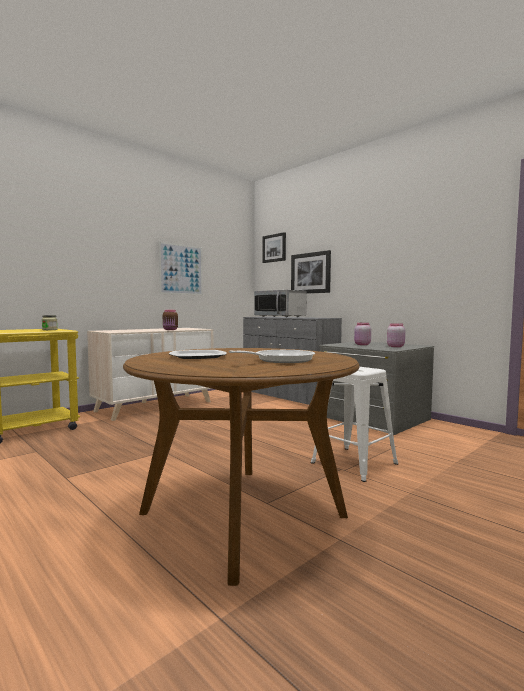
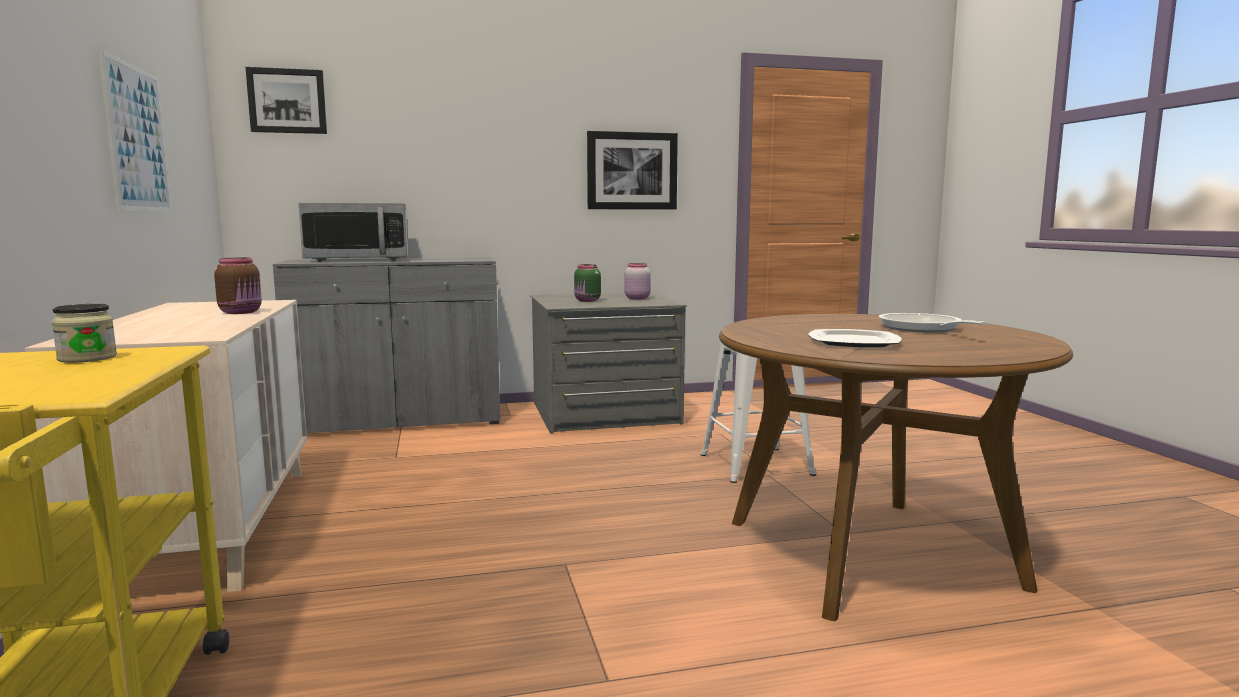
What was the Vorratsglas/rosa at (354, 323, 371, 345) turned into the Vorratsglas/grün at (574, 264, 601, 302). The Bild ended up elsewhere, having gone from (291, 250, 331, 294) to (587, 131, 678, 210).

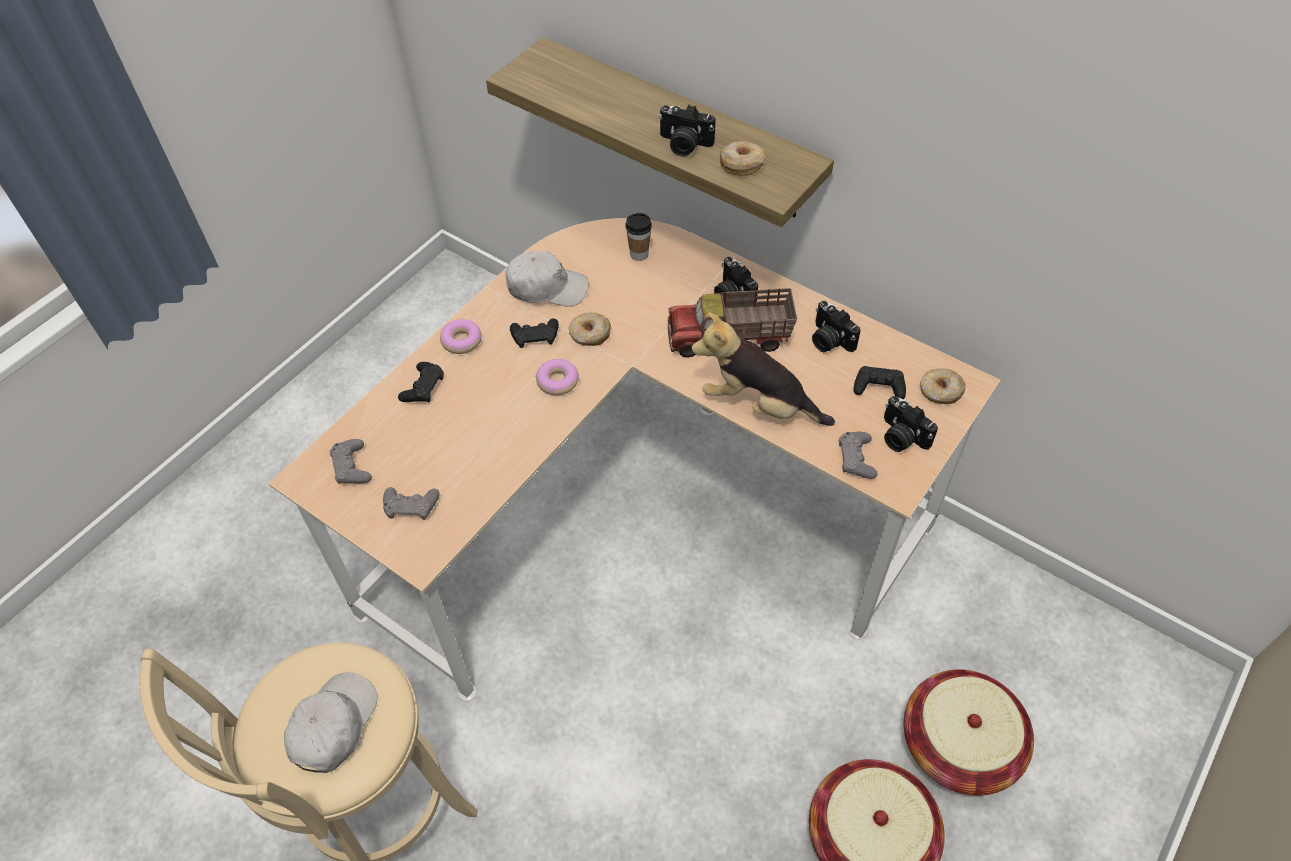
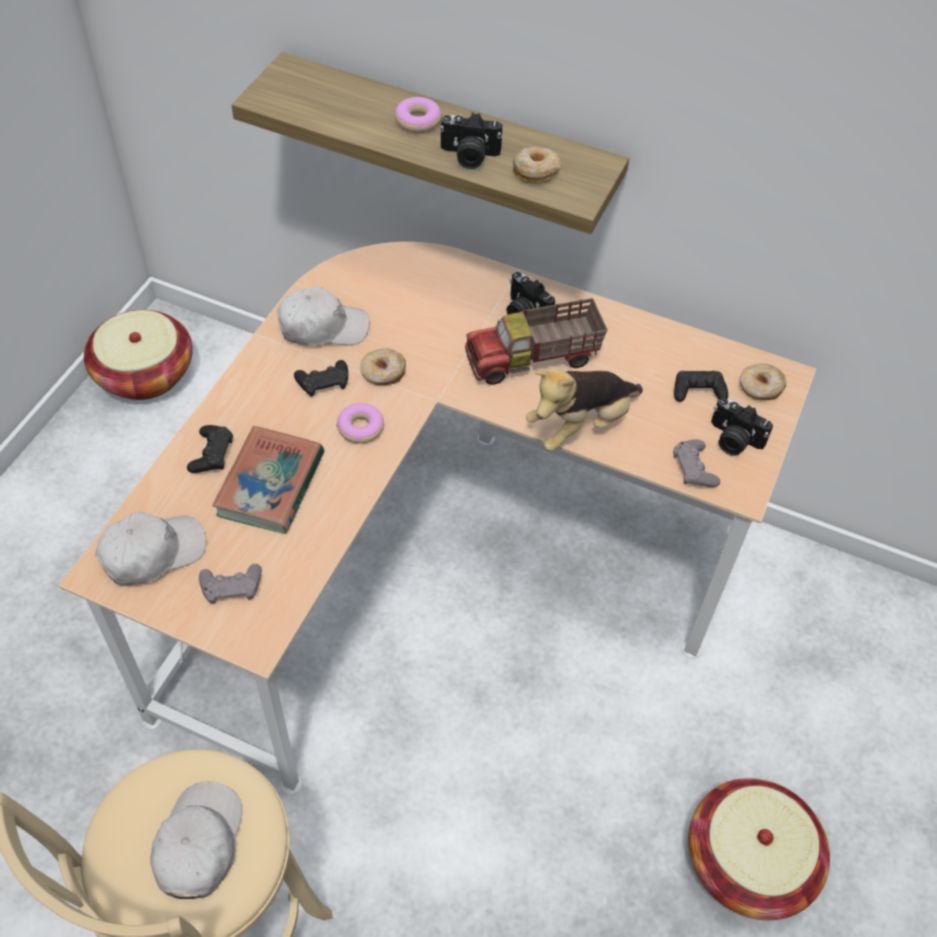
The Korb ended up elsewhere, having gone from (904, 669, 1034, 796) to (84, 310, 193, 400). Where the Gamepad/grau stood at (329, 439, 372, 484), the Kappe/weiß came to stand at (95, 512, 206, 586). The second view gained the Buch at (212, 426, 324, 534). The Donut ended up elsewhere, having gone from (440, 319, 482, 354) to (395, 97, 442, 133). The Plüschtier at (691, 312, 835, 426) ended up facing another way, 45 degrees counterclockwise from before. The second view lost the Tasse at (625, 213, 652, 261). The second view lost the Kamera at (812, 301, 860, 352).

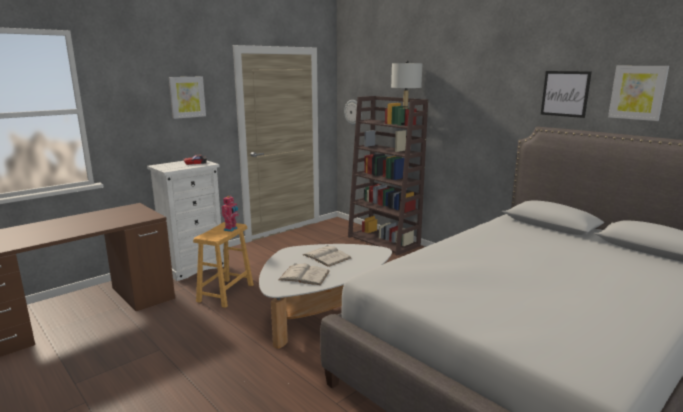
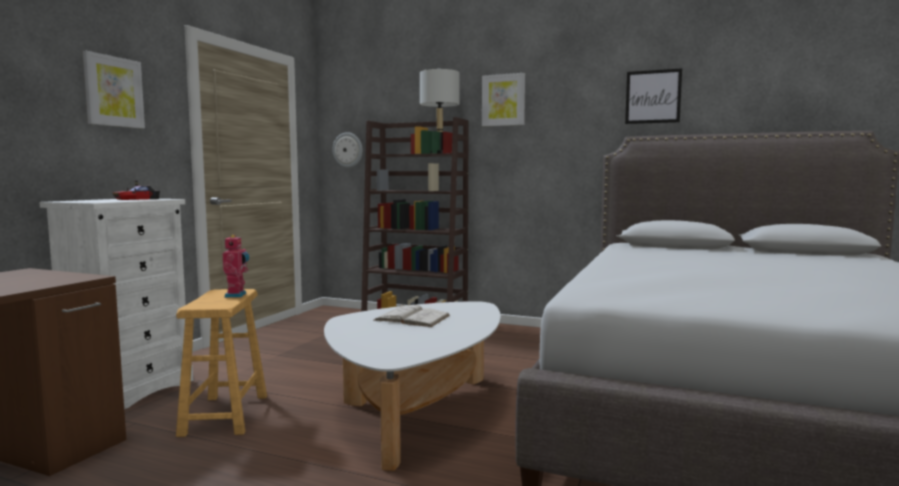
The Bild ended up elsewhere, having gone from (608, 66, 669, 121) to (482, 73, 525, 126). The second view lost the Buch/weiß at (278, 263, 330, 285).

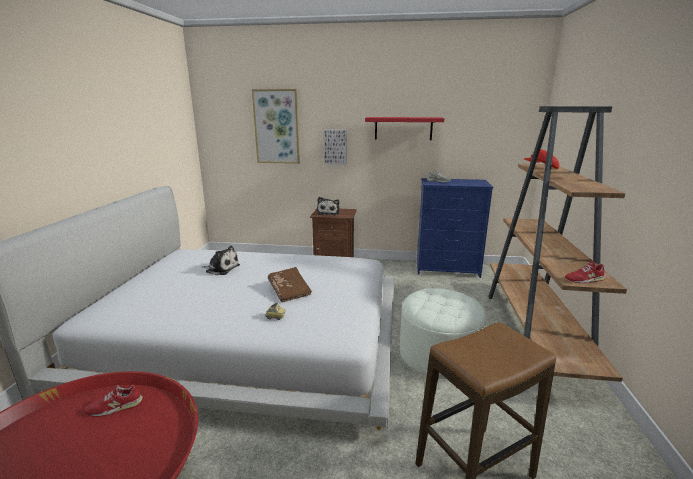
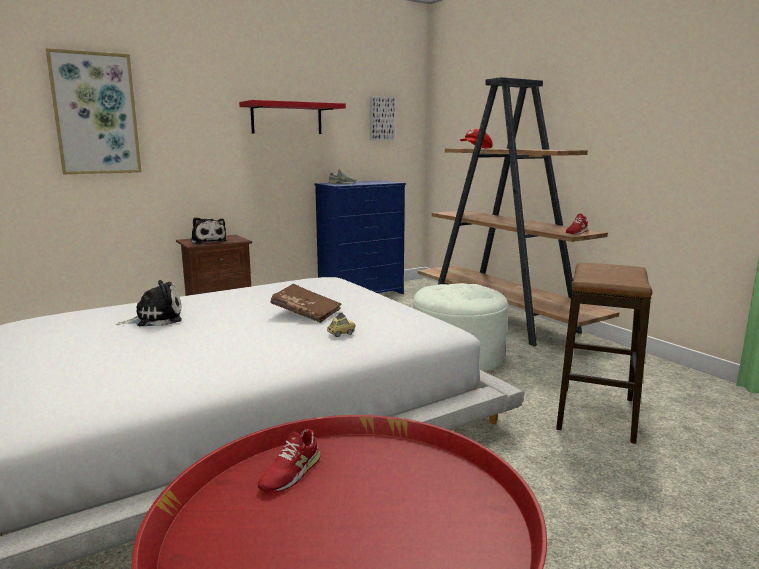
The Bild ended up elsewhere, having gone from (324, 130, 346, 164) to (370, 97, 395, 141).

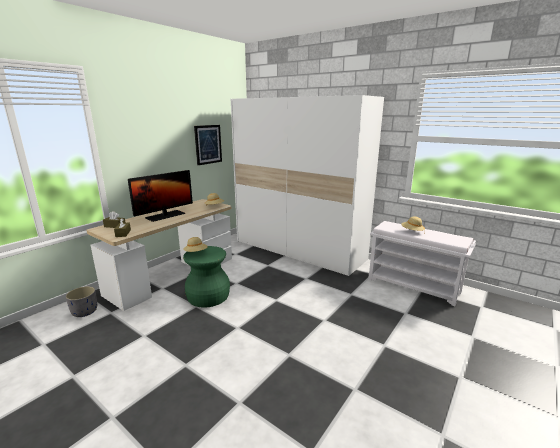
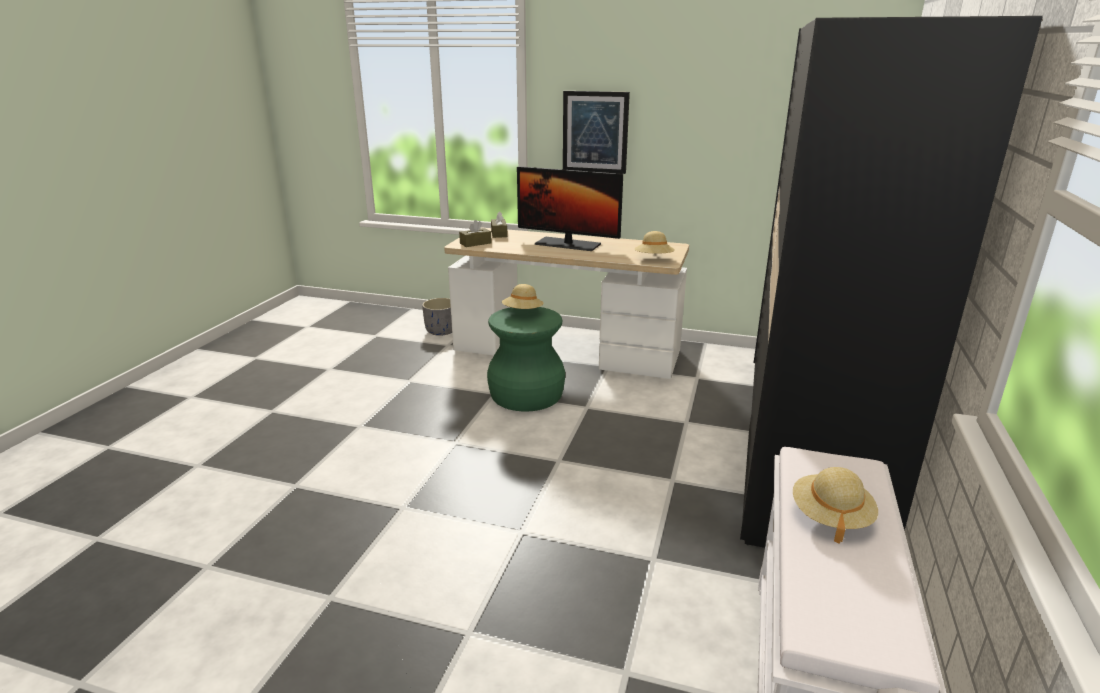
The Bild ended up elsewhere, having gone from (194, 125, 222, 165) to (563, 91, 630, 174). What was the Kleiderschrank/weiß at (231, 95, 384, 276) turned into the Kleiderschrank/schwarz at (740, 16, 1043, 548).

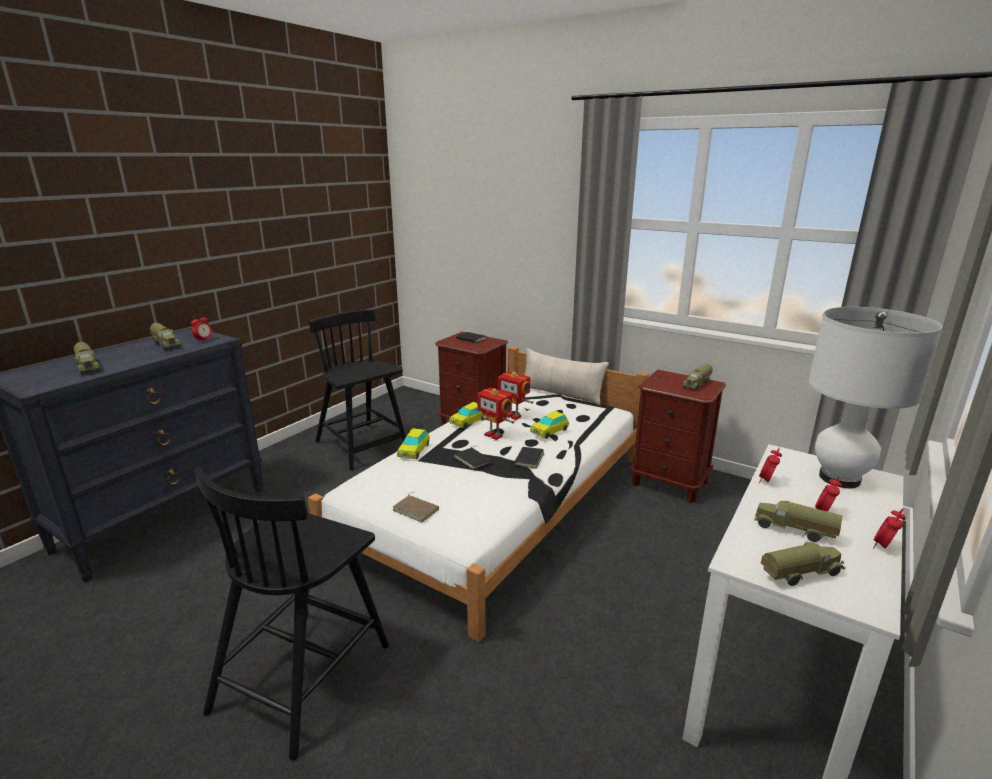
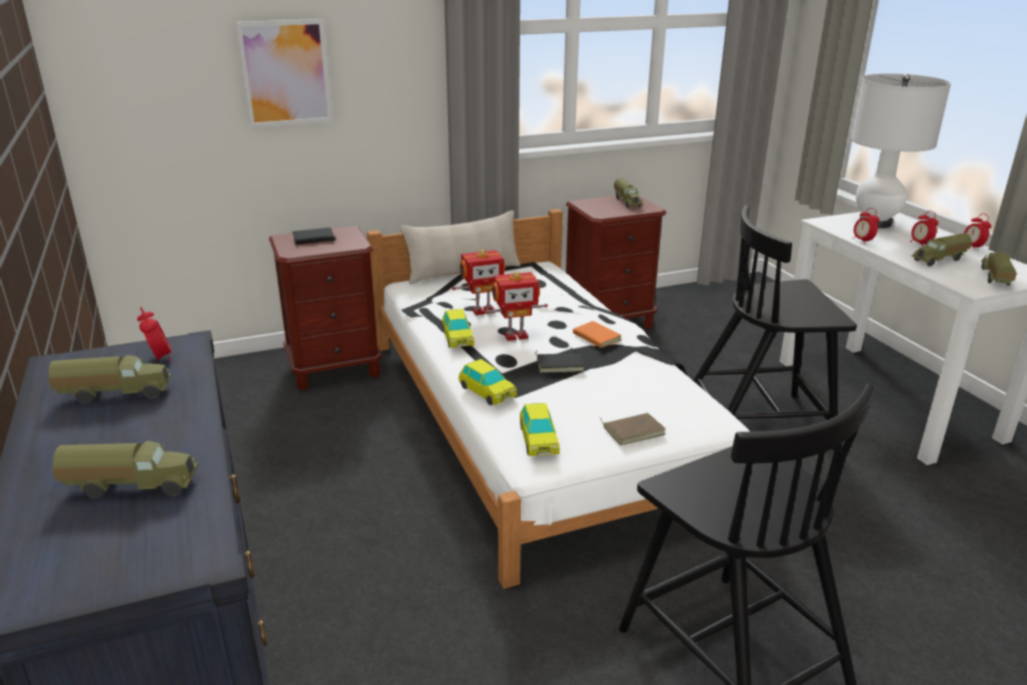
The second view gained the Bild at (236, 19, 333, 127). The Spielzeugauto ended up elsewhere, having gone from (530, 411, 569, 439) to (520, 403, 560, 456). What was the Buch/schwarz at (512, 447, 544, 469) turned into the Buch/orange at (573, 321, 621, 348). The Stuhl/schwarz ended up elsewhere, having gone from (309, 309, 406, 471) to (693, 205, 857, 450).

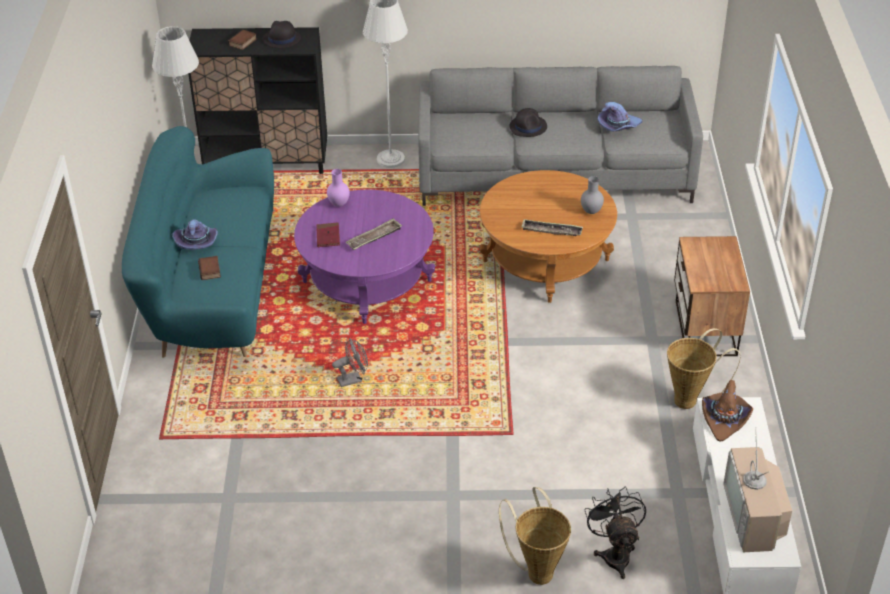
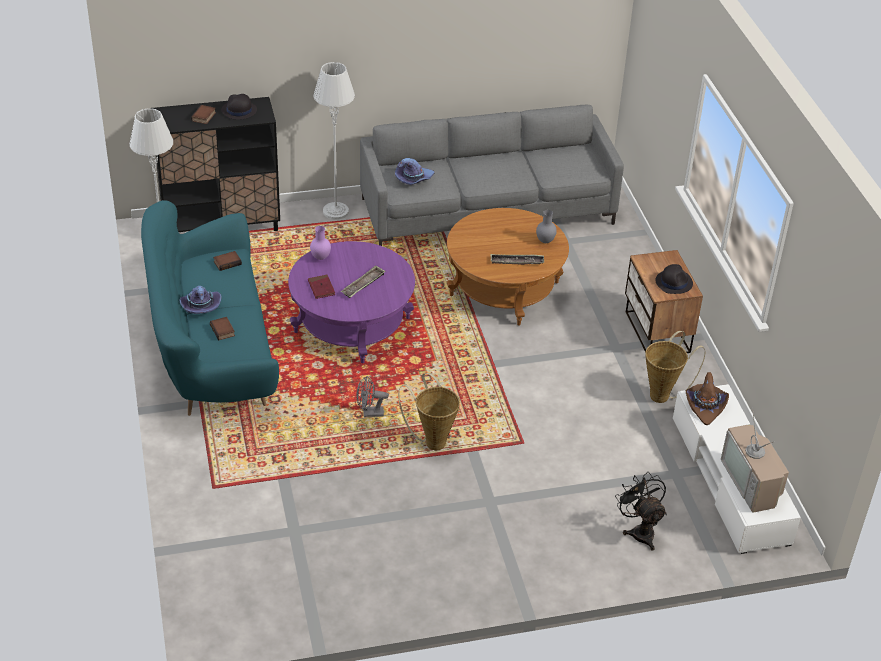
The second view gained the Buch at (213, 251, 242, 271). The Ventilator/grau at (332, 338, 368, 387) ended up facing another way, 150 degrees counterclockwise from before. The Hut/lila ended up elsewhere, having gone from (598, 102, 642, 132) to (395, 158, 435, 185). The Korb ended up elsewhere, having gone from (499, 487, 571, 585) to (398, 373, 460, 450). The Hut/schwarz ended up elsewhere, having gone from (509, 108, 547, 137) to (655, 264, 693, 294).

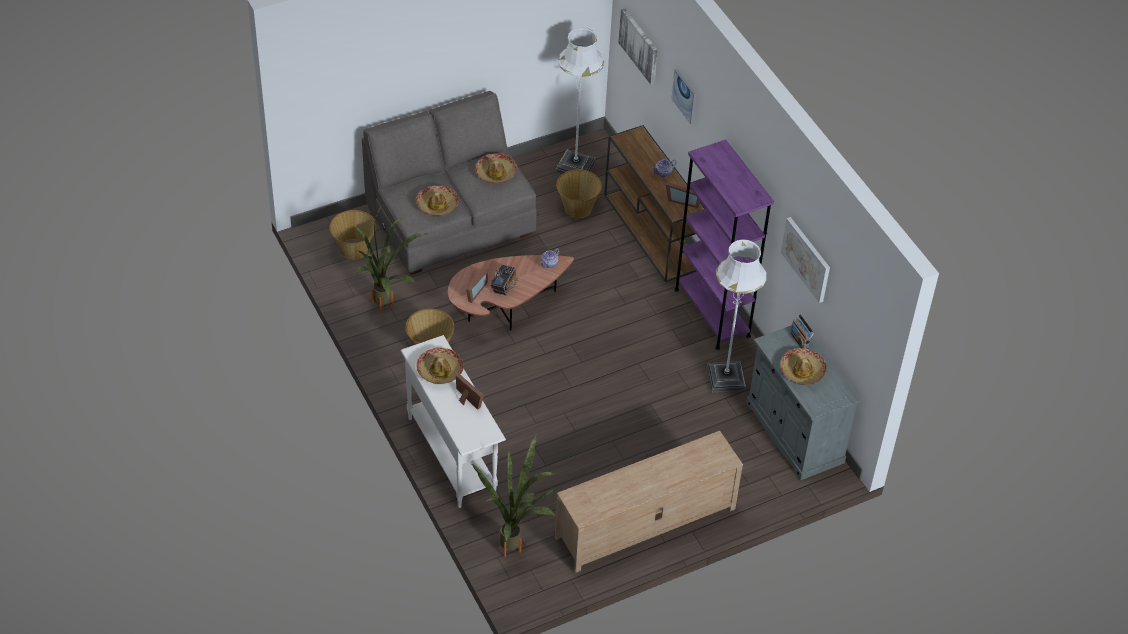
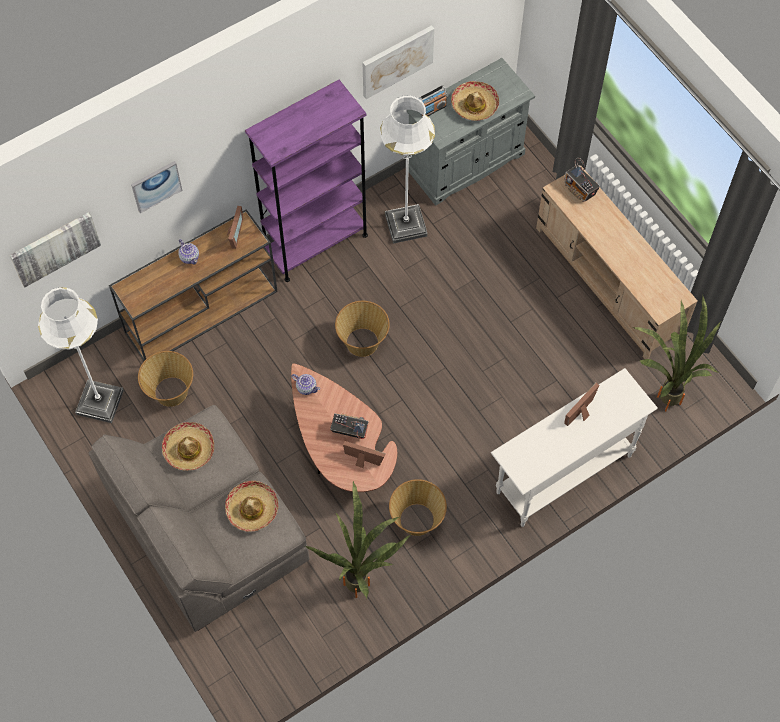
The Korb ended up elsewhere, having gone from (329, 210, 377, 259) to (335, 301, 390, 357). The second view gained the Radio at (564, 158, 600, 202). The second view lost the Hut at (416, 347, 464, 384).

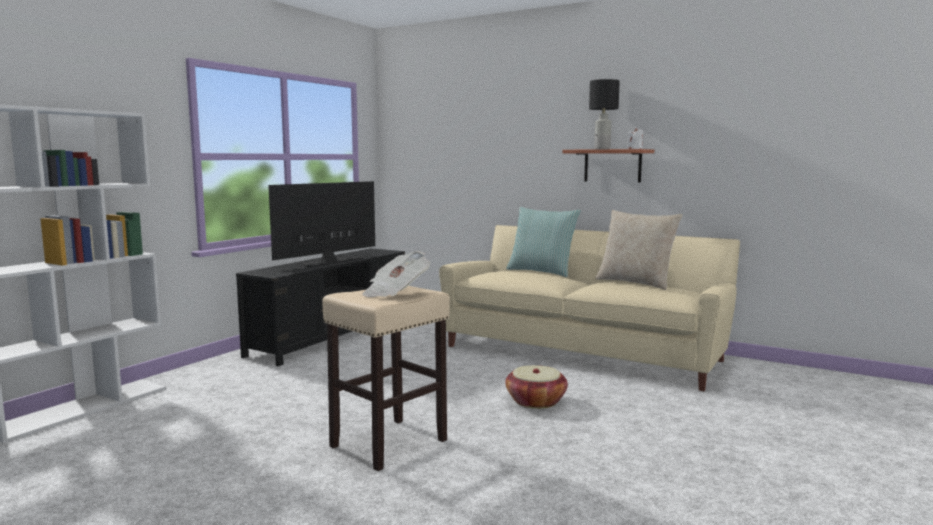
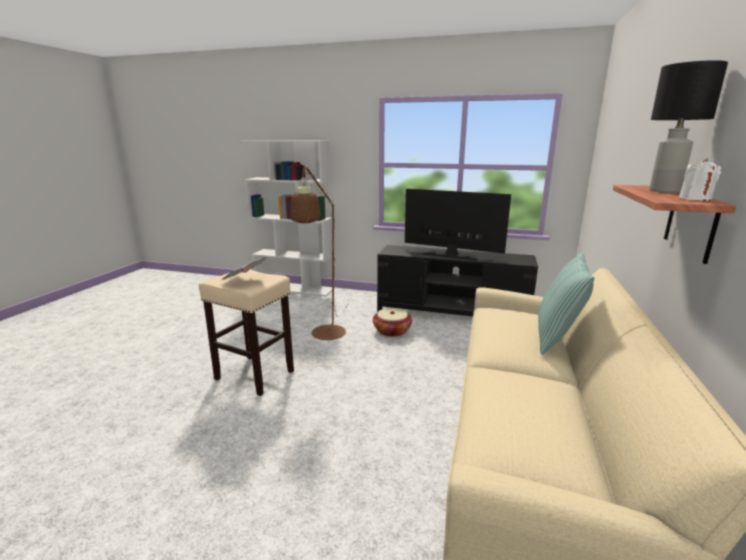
The second view gained the Stehlampe/braun at (290, 166, 351, 340). The Korb ended up elsewhere, having gone from (505, 365, 568, 409) to (373, 308, 412, 337). The second view lost the Kissen/beige at (596, 210, 683, 290).

